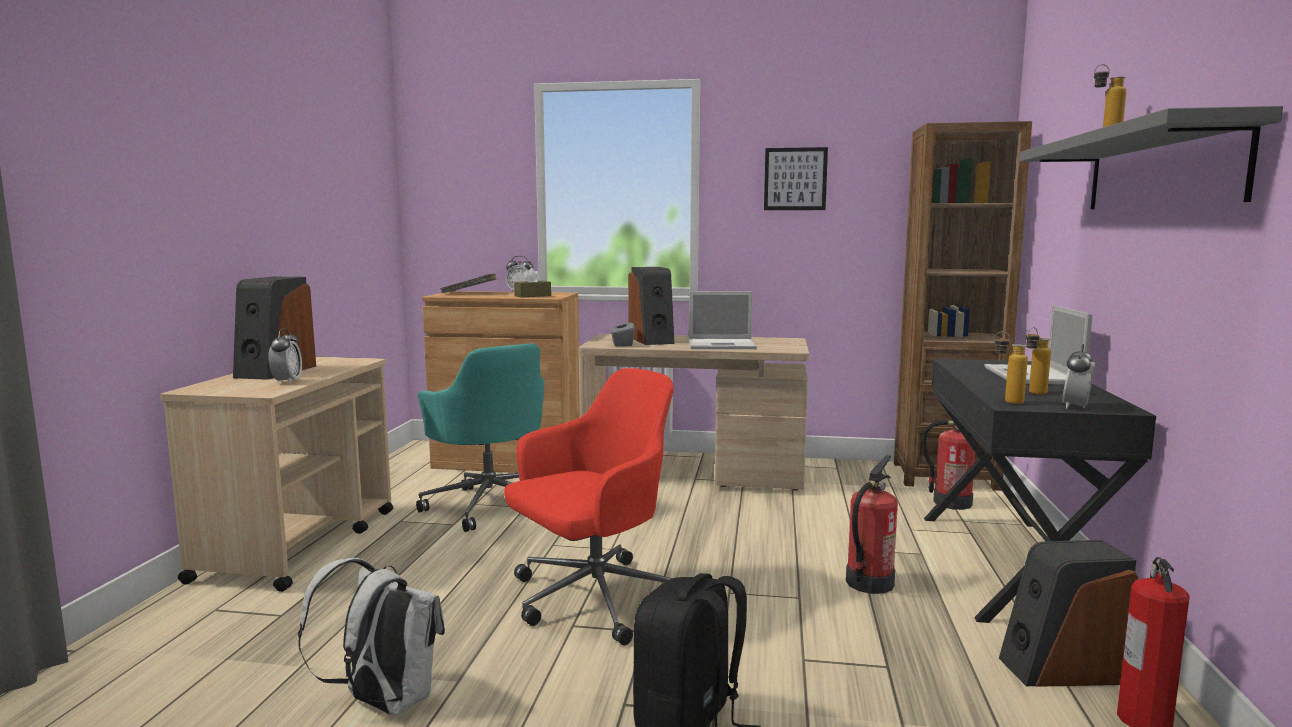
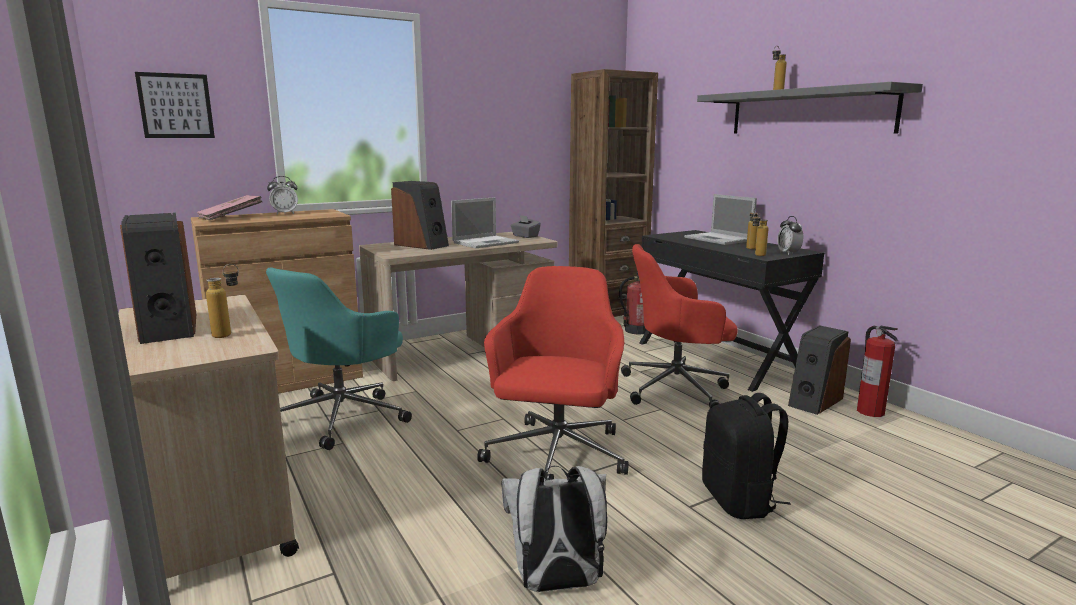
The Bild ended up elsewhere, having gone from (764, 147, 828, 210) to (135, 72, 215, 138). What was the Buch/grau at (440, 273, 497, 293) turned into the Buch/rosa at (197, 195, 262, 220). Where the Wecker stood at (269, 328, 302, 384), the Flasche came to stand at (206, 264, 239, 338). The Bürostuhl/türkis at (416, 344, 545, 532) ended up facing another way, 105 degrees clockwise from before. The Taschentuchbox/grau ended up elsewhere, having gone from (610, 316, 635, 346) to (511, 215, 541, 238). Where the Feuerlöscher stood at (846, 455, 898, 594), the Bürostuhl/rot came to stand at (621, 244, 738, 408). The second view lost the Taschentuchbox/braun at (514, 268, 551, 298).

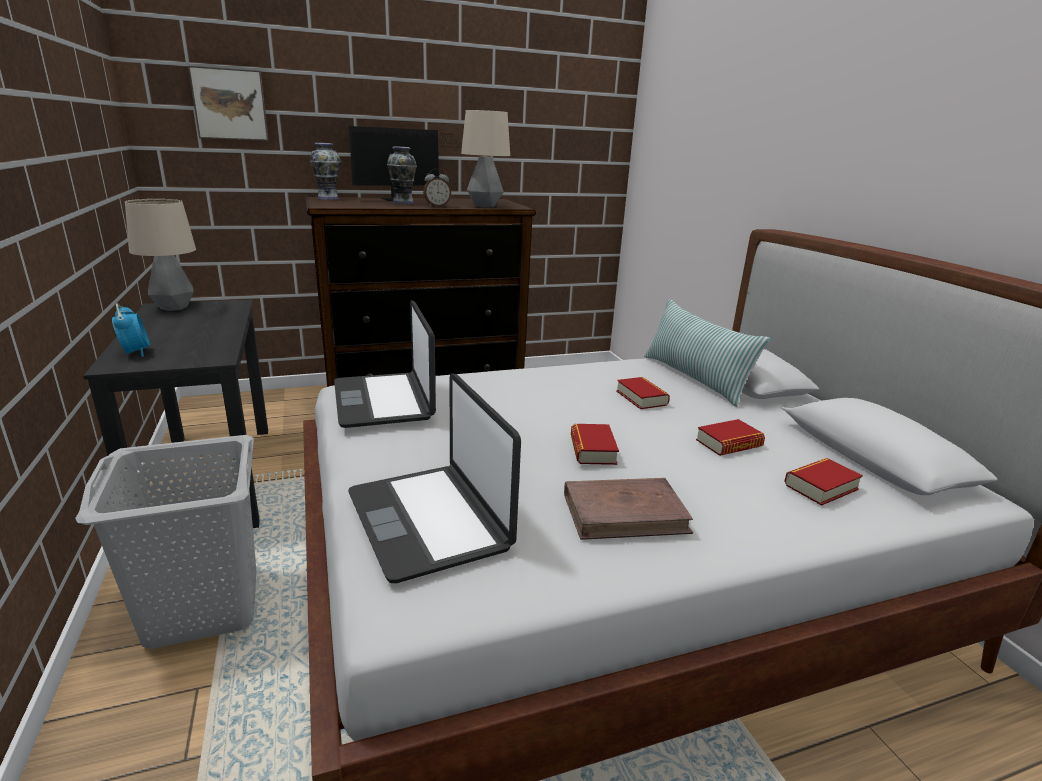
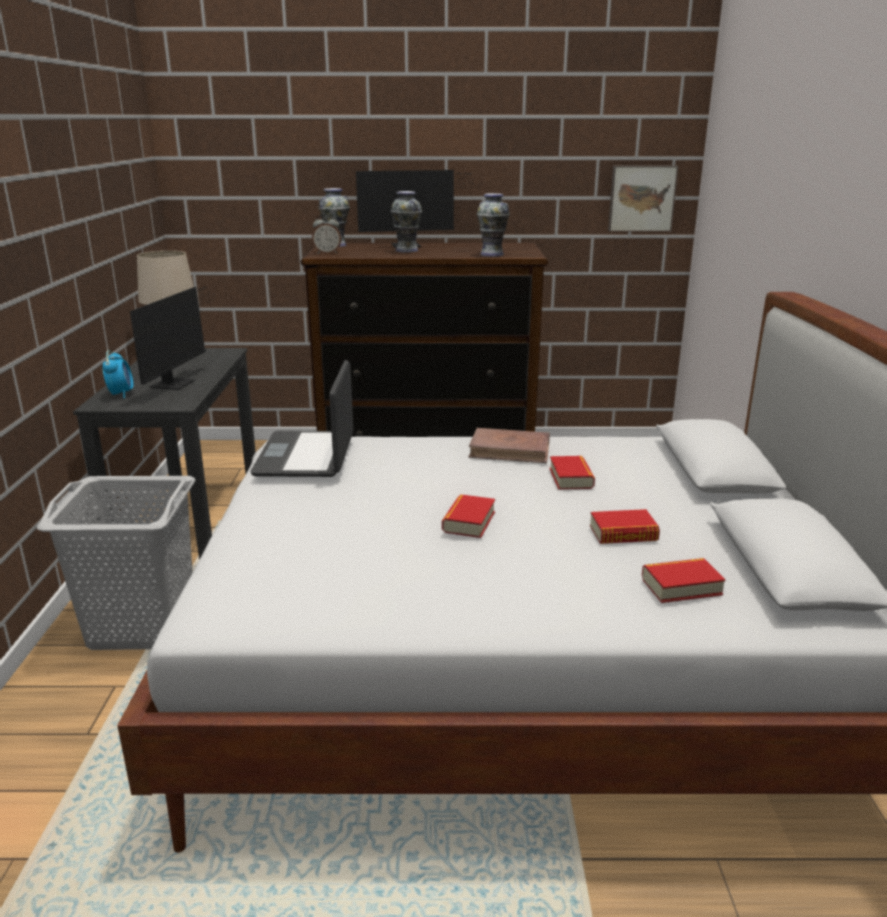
The second view gained the Monitor at (130, 286, 214, 390). The Wecker ended up elsewhere, having gone from (423, 169, 451, 207) to (312, 214, 341, 254). The Buch/braun ended up elsewhere, having gone from (564, 478, 693, 540) to (469, 428, 550, 463). Where the Tischlampe stood at (461, 110, 510, 208), the Vase came to stand at (477, 193, 510, 257). The Bild ended up elsewhere, having gone from (188, 66, 269, 141) to (608, 166, 678, 232). The second view lost the Laptop at (348, 373, 521, 583). The second view lost the Kissen at (644, 299, 771, 407).

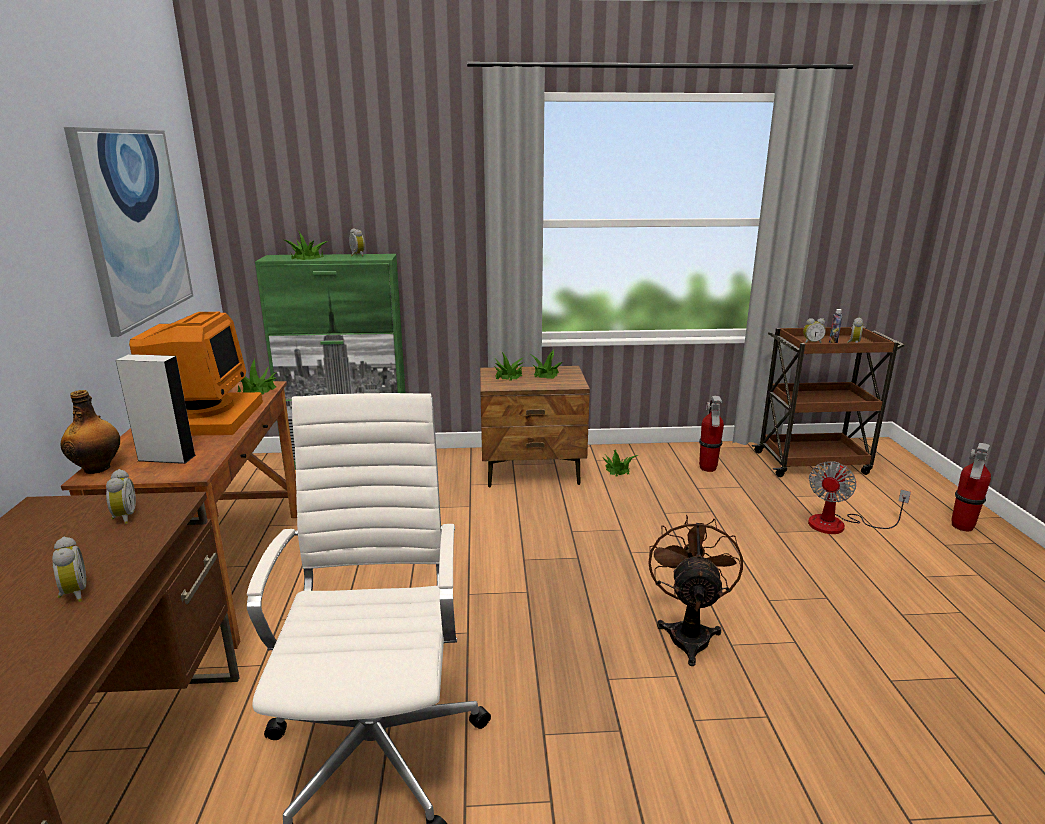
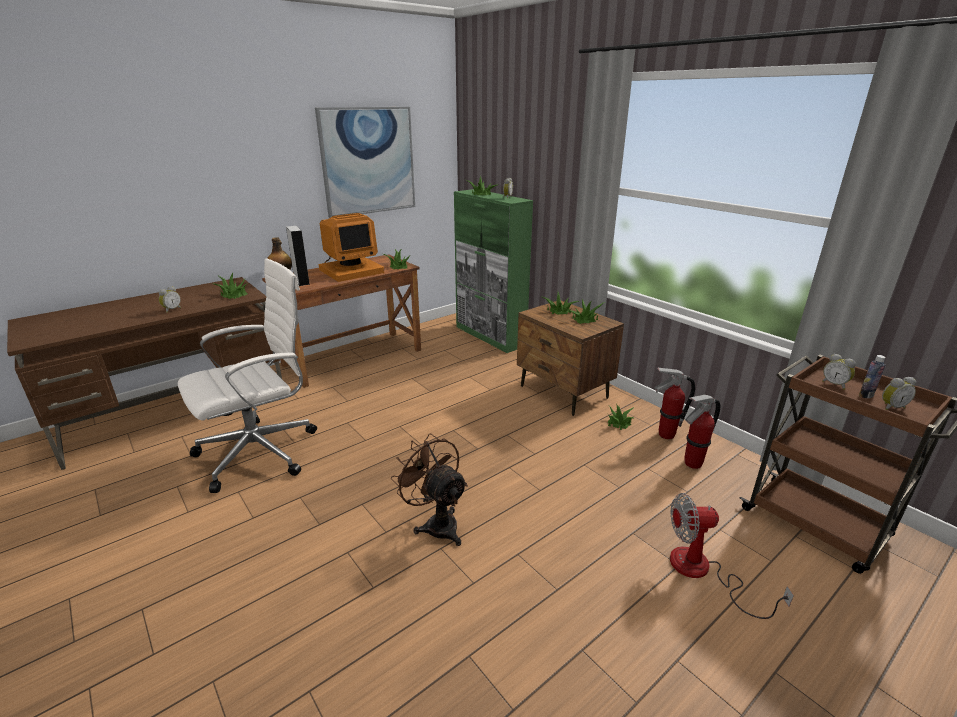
Where the Wecker stood at (106, 469, 136, 524), the Topfpflanze came to stand at (214, 273, 248, 299). The Ventilator/braun at (649, 515, 743, 666) ended up facing another way, 105 degrees counterclockwise from before. The Feuerlöscher ended up elsewhere, having gone from (952, 443, 991, 531) to (654, 367, 695, 439).

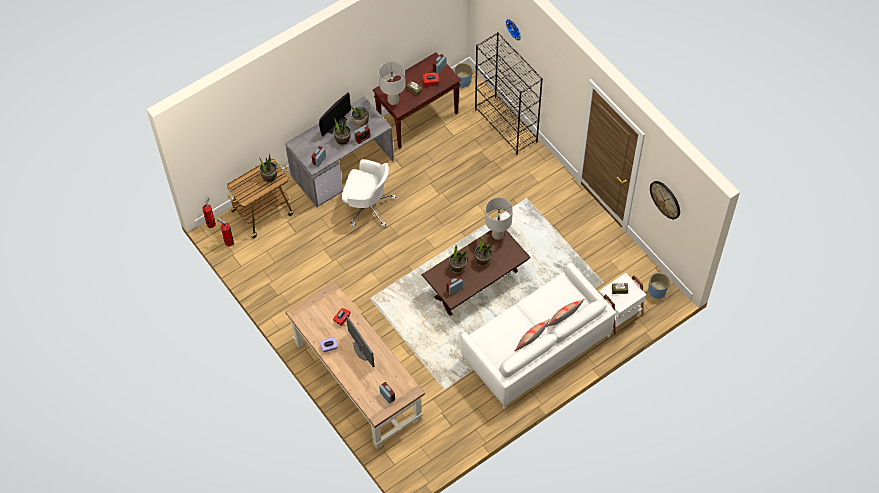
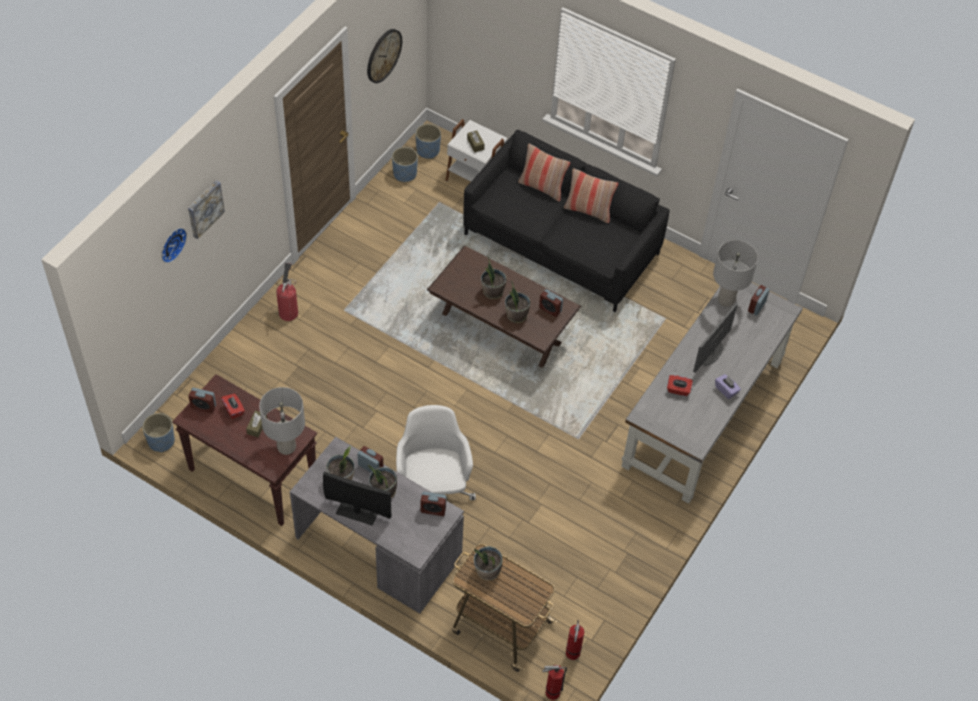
The second view gained the Bild at (188, 181, 225, 239). The second view gained the Feuerlöscher at (276, 263, 298, 321). The second view gained the Pflanzkübel/blau at (392, 147, 418, 182). What was the Sofa/weiß at (461, 263, 616, 409) turned into the Sofa/schwarz at (464, 130, 670, 312). What was the Schreibtisch/braun at (285, 281, 425, 449) turned into the Schreibtisch/grau at (621, 282, 803, 504). The Tischlampe/grau ended up elsewhere, having gone from (485, 198, 513, 240) to (713, 240, 758, 307). The second view lost the Bücherregal/schwarz at (475, 32, 543, 155).

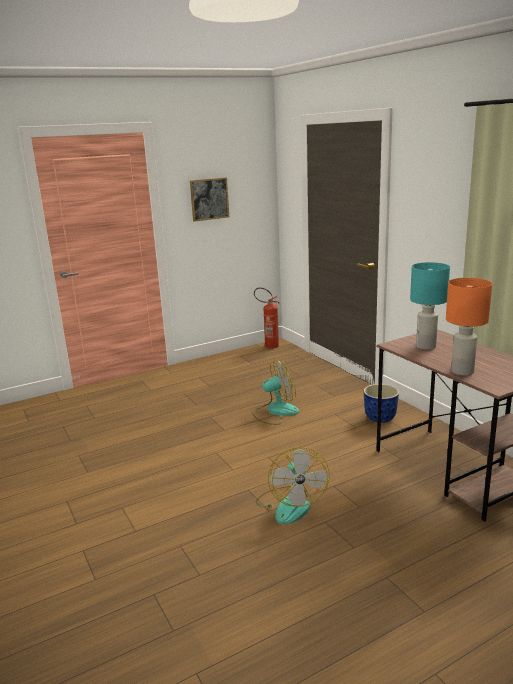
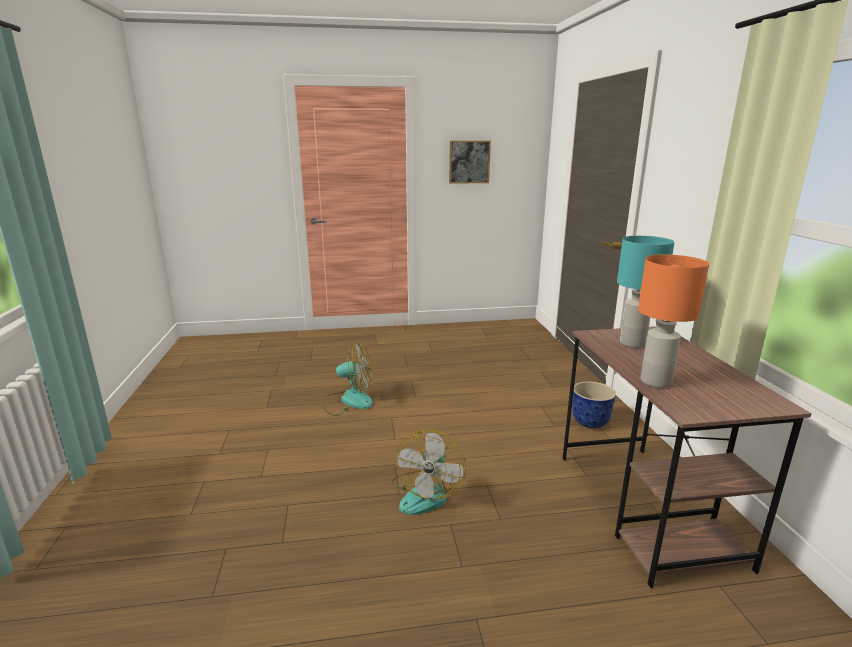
The Ventilator ended up elsewhere, having gone from (252, 359, 299, 425) to (322, 342, 373, 416). The second view lost the Feuerlöscher at (254, 287, 280, 349).

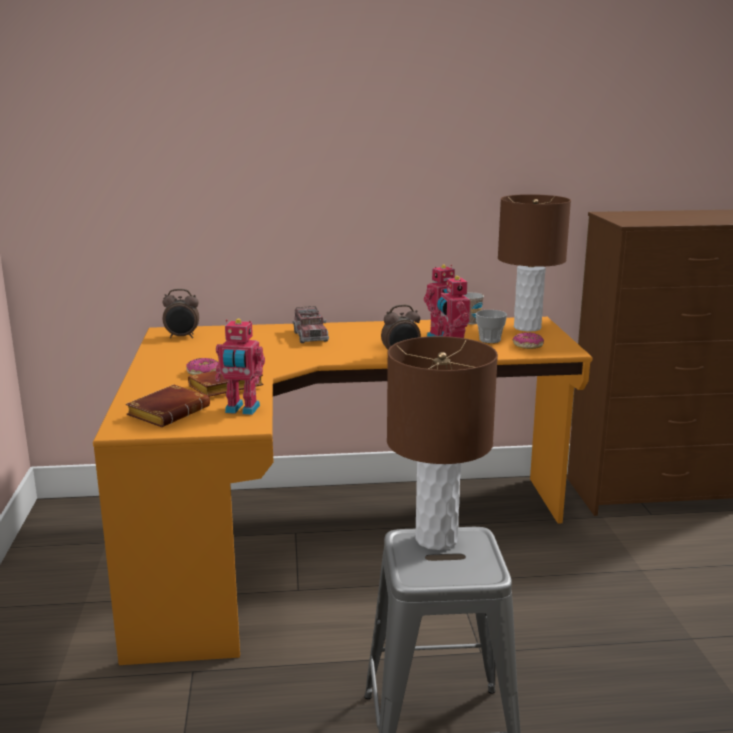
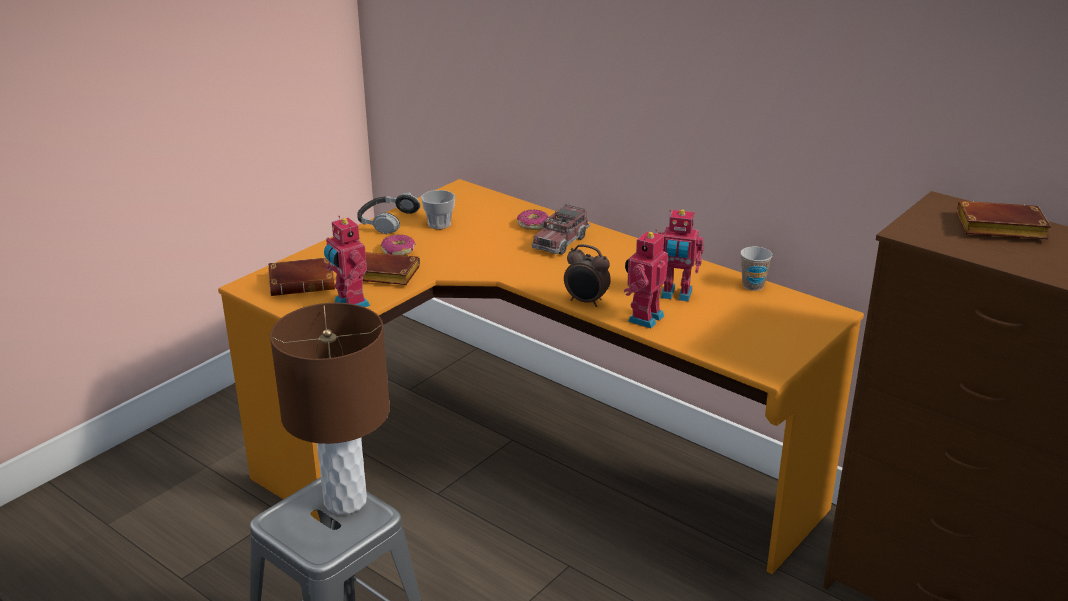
The second view gained the Kopfhörer at (357, 192, 420, 234). The Tasse ended up elsewhere, having gone from (476, 310, 507, 343) to (421, 190, 455, 229). The Donut ended up elsewhere, having gone from (512, 332, 544, 349) to (517, 210, 548, 230). The second view gained the Buch/braun at (957, 201, 1051, 239). The second view lost the Wecker at (163, 289, 199, 338). The second view lost the Tischlampe/braun at (498, 194, 571, 332).

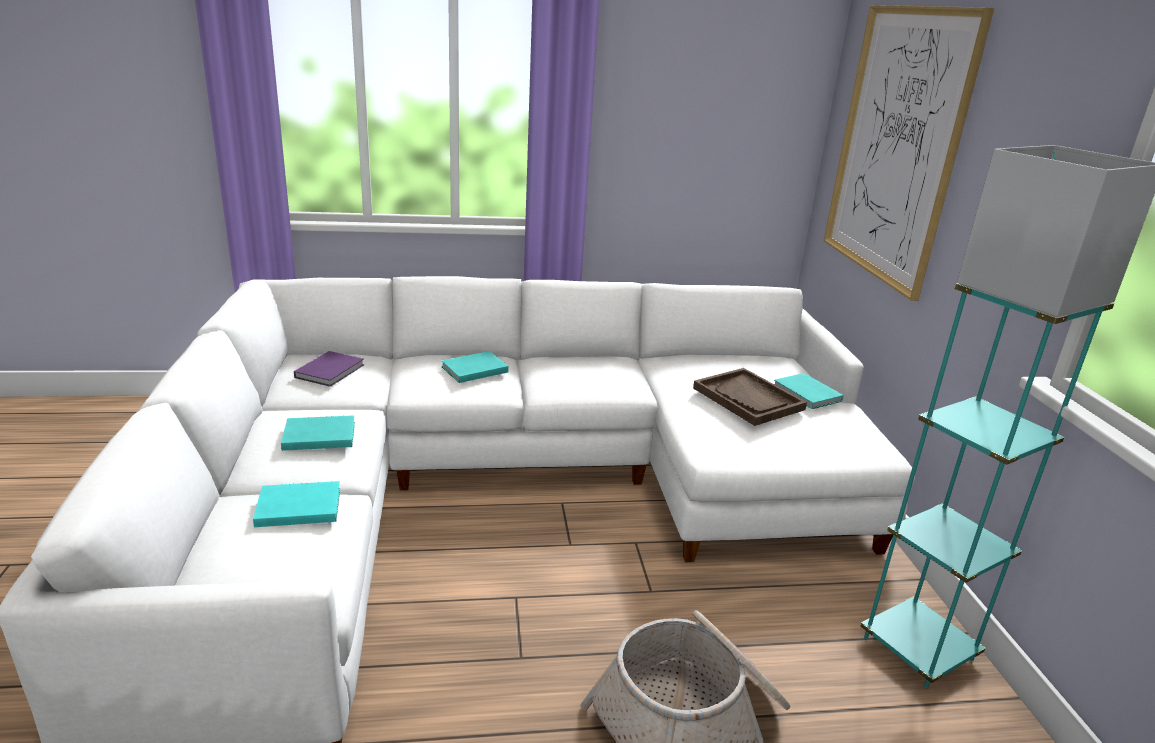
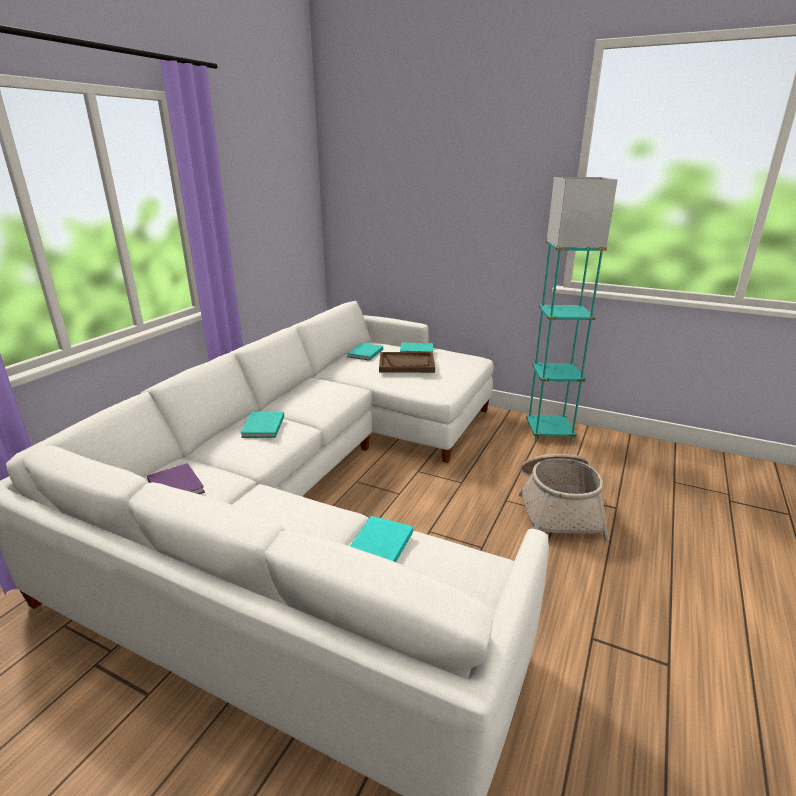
The Buch/türkis ended up elsewhere, having gone from (281, 415, 355, 451) to (347, 343, 383, 361). The second view lost the Bild at (824, 5, 994, 301).

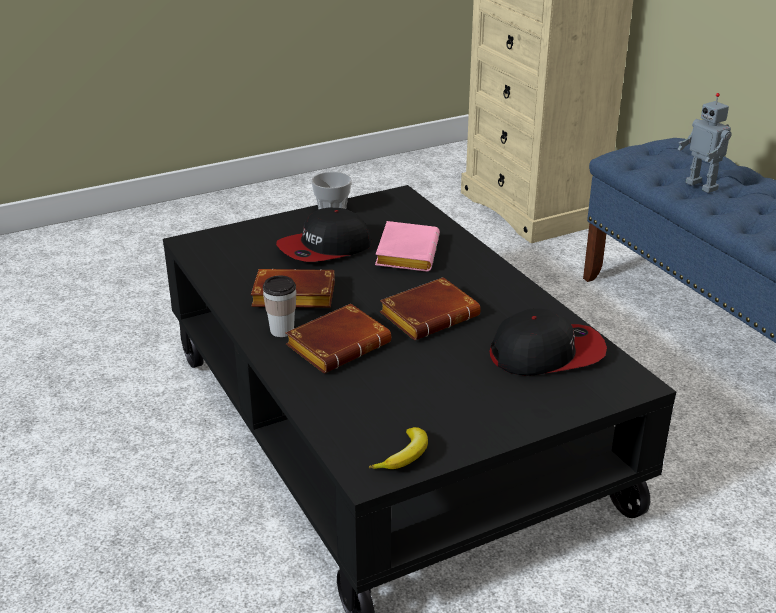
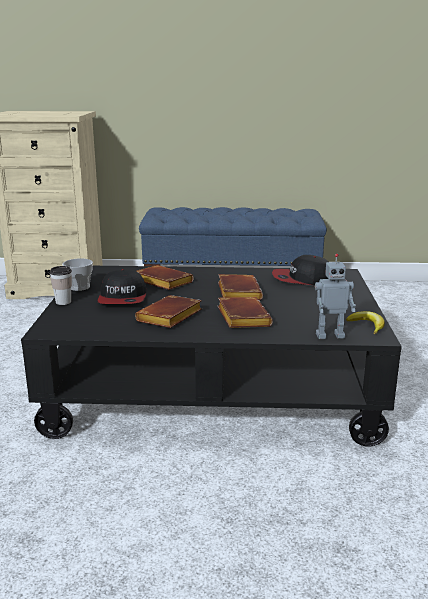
The Tasse ended up elsewhere, having gone from (263, 275, 296, 337) to (50, 266, 72, 305). What was the Buch/rosa at (375, 221, 440, 272) turned into the Buch/braun at (136, 265, 194, 290). The Kappe at (489, 308, 607, 376) ended up facing another way, 105 degrees counterclockwise from before. The Spielzeugroboter ended up elsewhere, having gone from (678, 93, 731, 193) to (315, 254, 356, 339).

